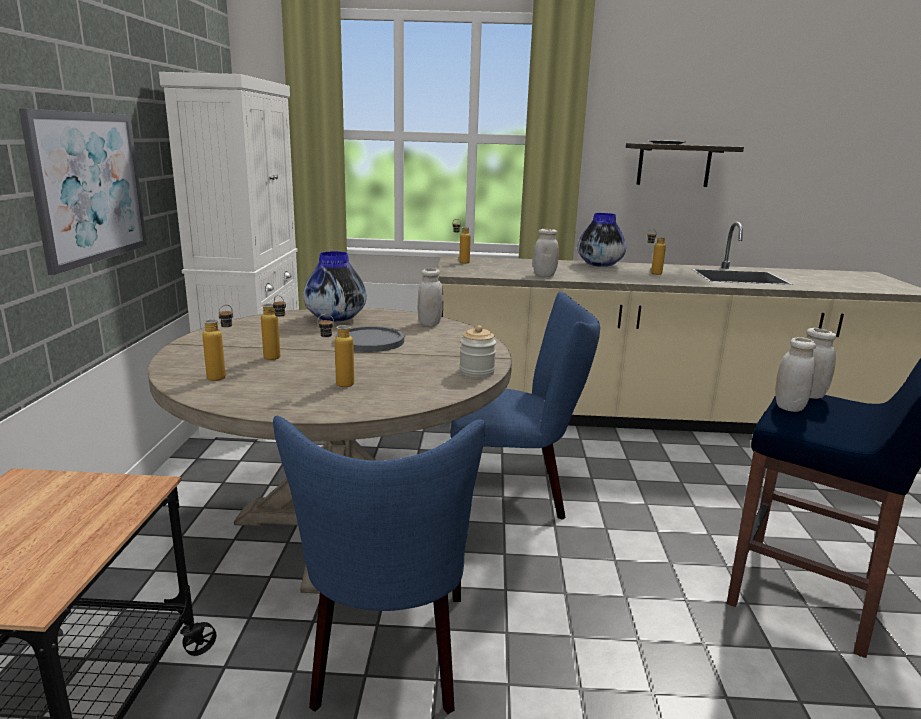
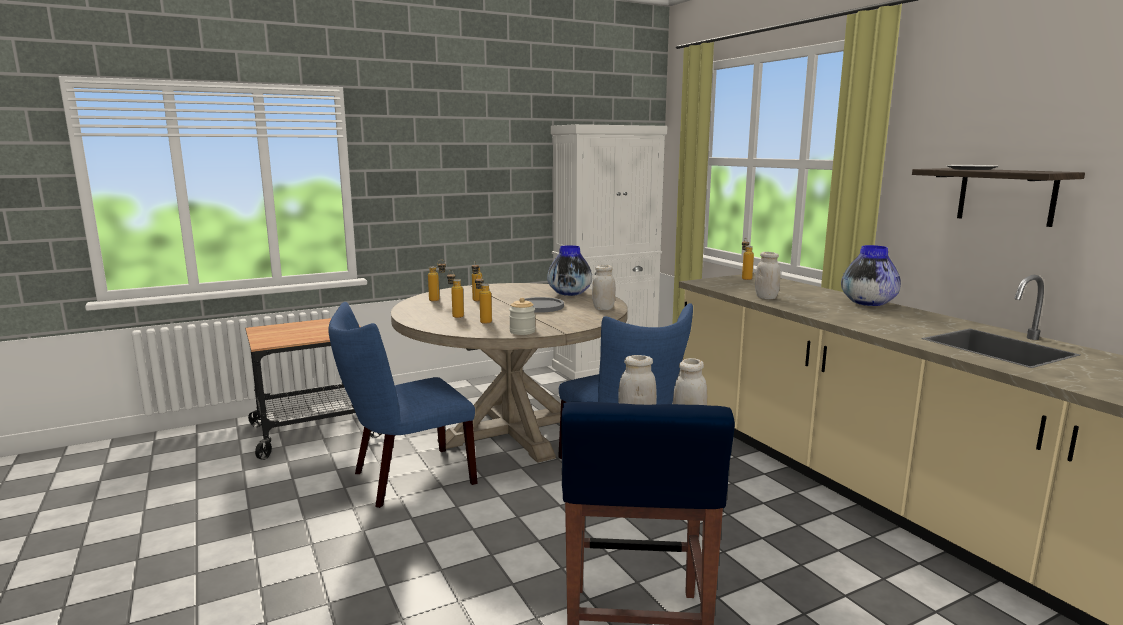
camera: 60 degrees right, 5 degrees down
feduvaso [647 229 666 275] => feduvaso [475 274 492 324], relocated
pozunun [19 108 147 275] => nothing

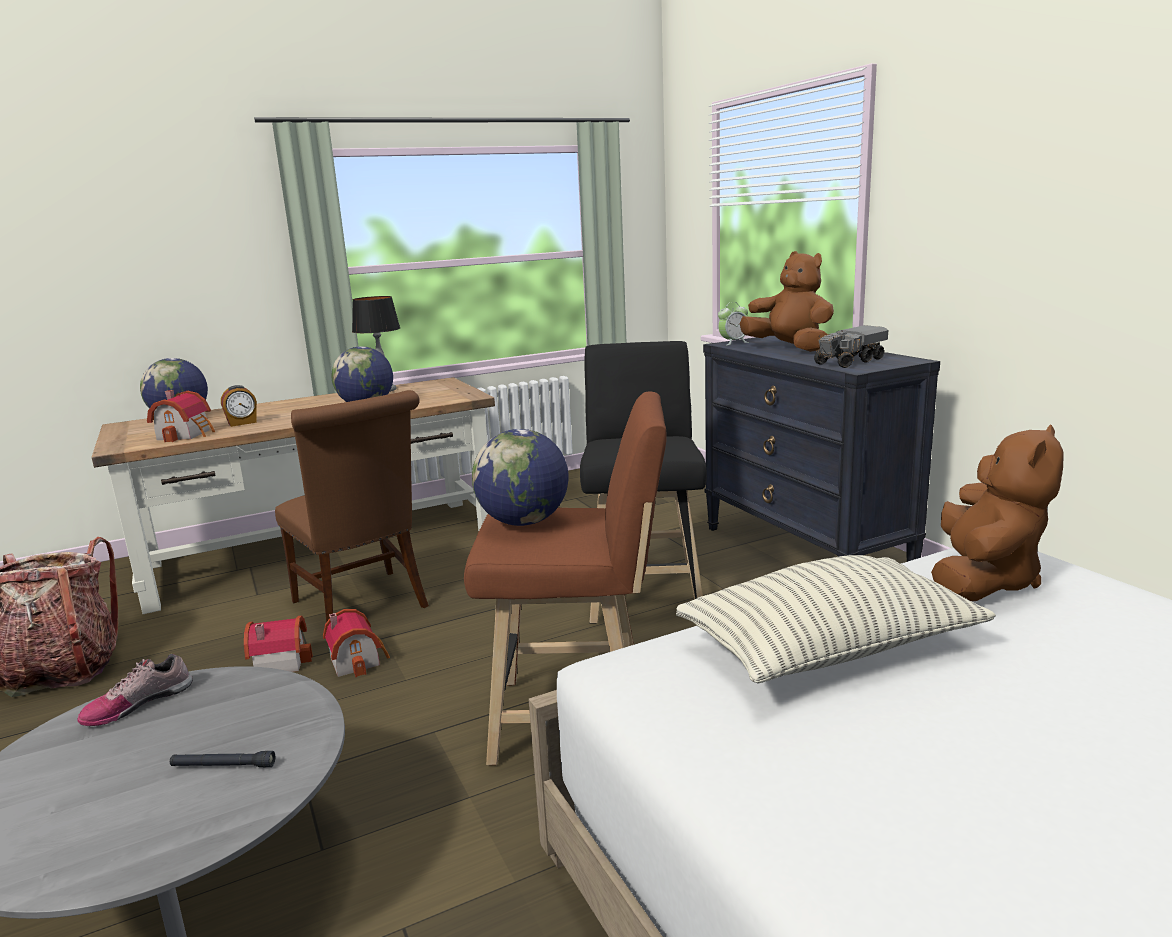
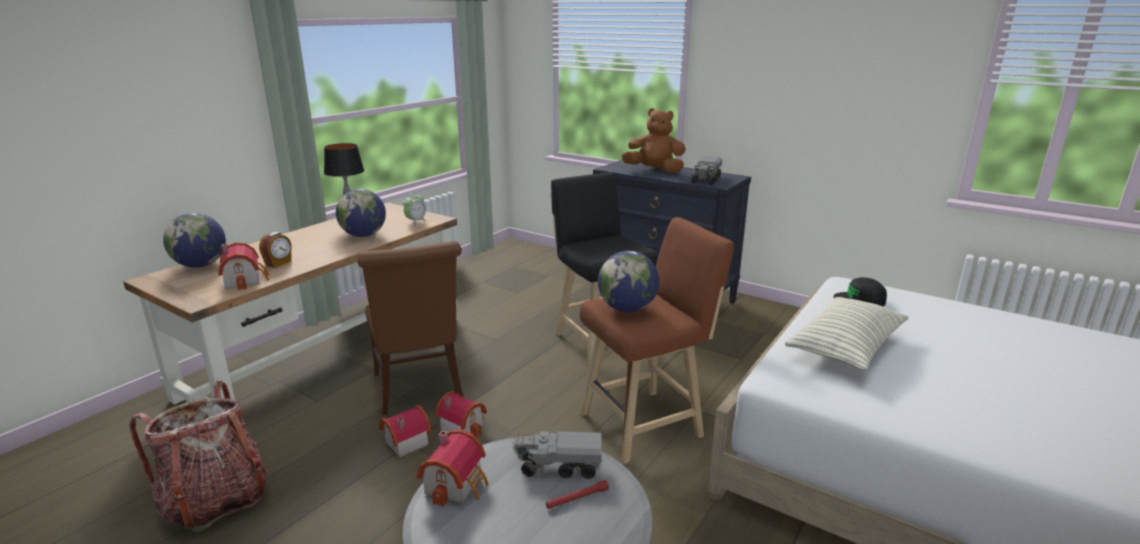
camera: 30 degrees left, 5 degrees up
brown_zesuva [275 390 429 622] => brown_zesuva [357 241 464 415], 45 degrees clockwise
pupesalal [718 302 749 345] => pupesalal [403 193 427 225], relocated
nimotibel [78 654 193 726] => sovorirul [416 430 489 507]
nothing => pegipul [512 431 602 479]
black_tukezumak [170 751 275 767] => red_tukezumak [546 480 609 509]
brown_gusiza [931 424 1064 601] => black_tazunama [834 277 887 306]

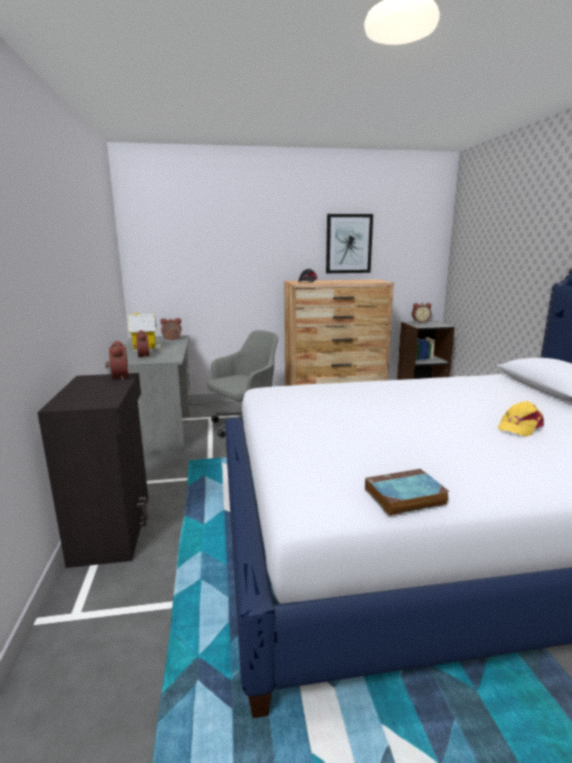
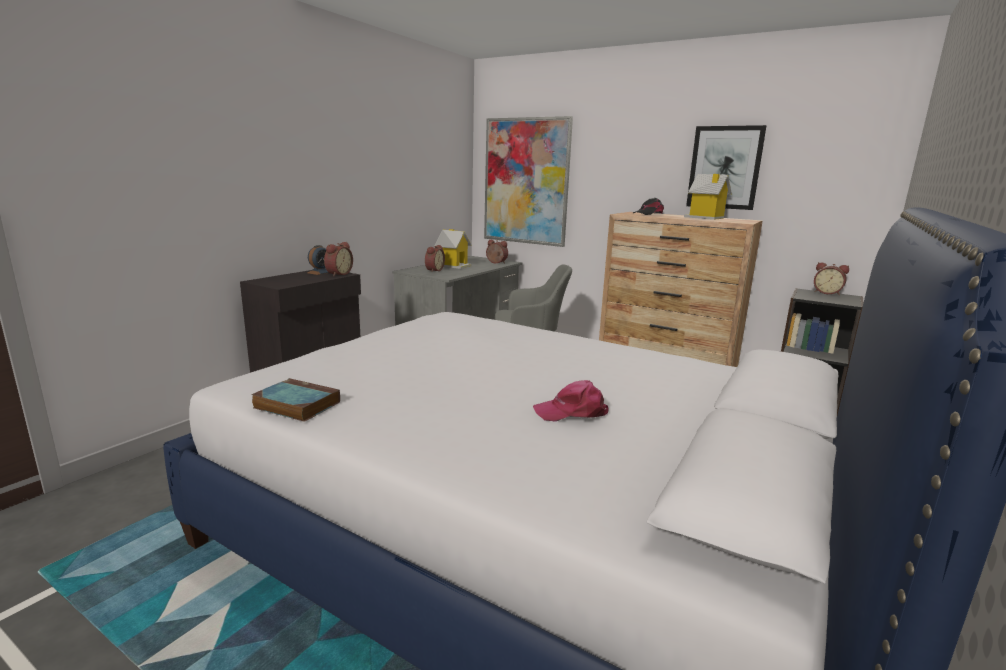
camera: 40 degrees right, 0 degrees up
nothing => pupesalal [308 245 329 275]
nothing => pozunun [484 116 573 247]
yellow_tazunama [498 401 544 437] => pink_tazunama [533 380 609 422]
nothing => sovorirul [684 174 732 220]

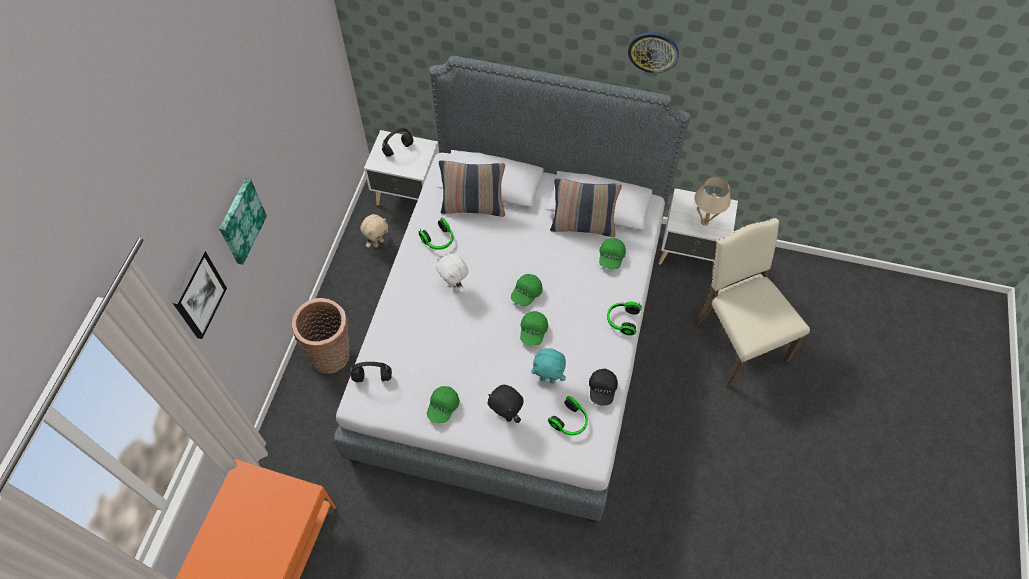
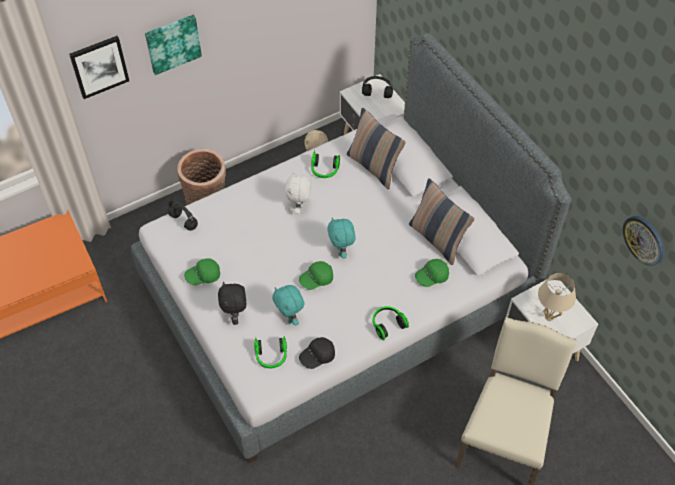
camera: 45 degrees right, 5 degrees down
green_tazunama [511 274 543 306] => turquoise_gusiza [327 217 356 259]
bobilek [628 32 679 73] => bobilek [623 216 664 266], relocated

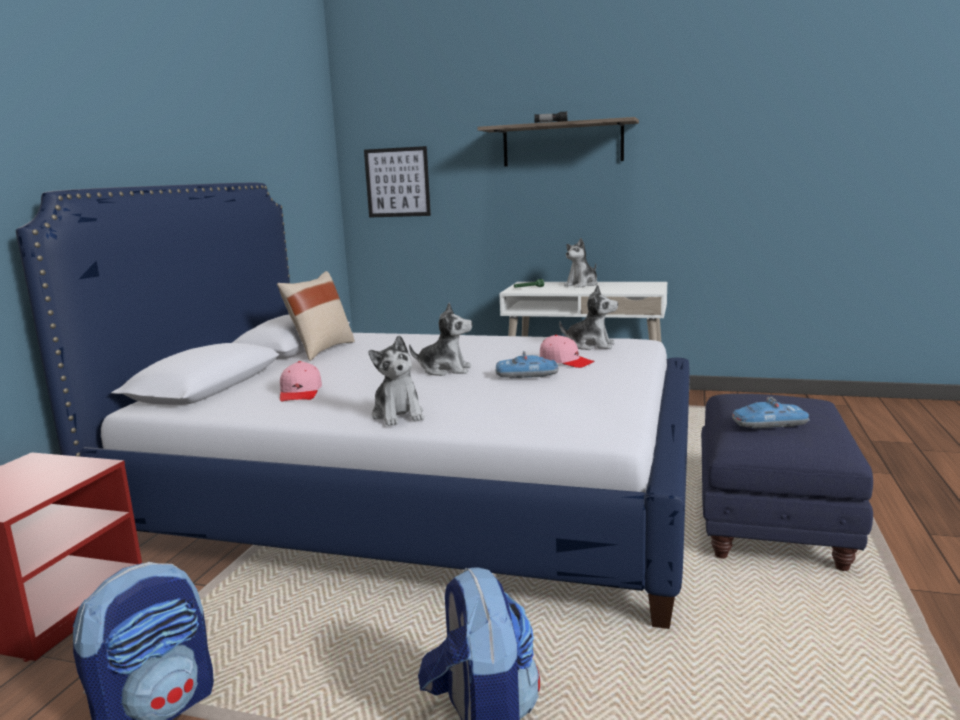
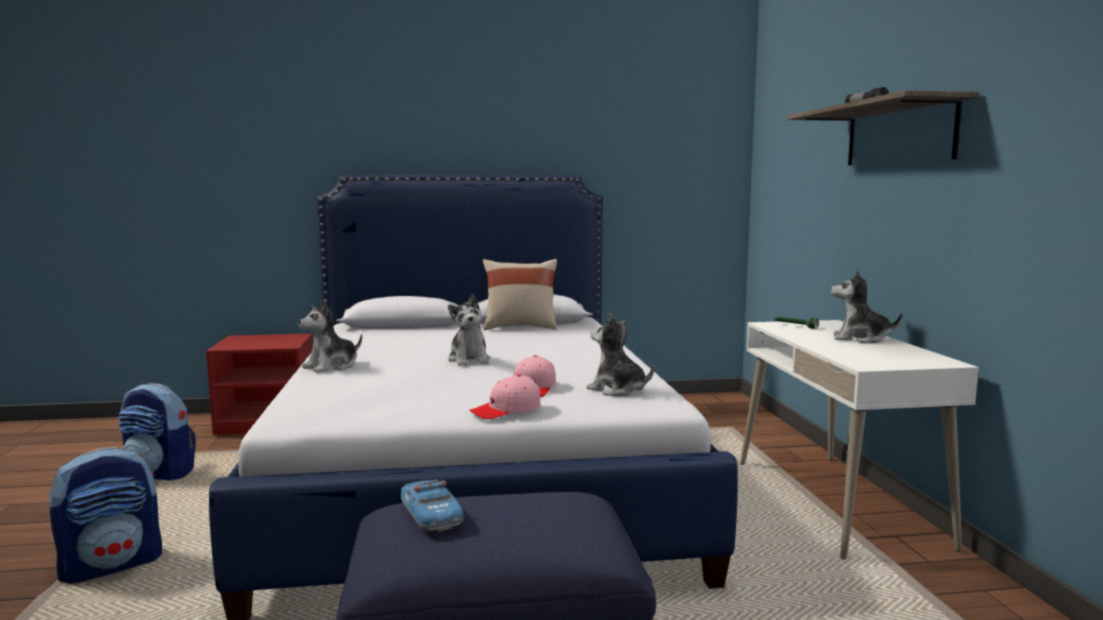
camera: 65 degrees right, 5 degrees down
pink_tazunama [280 361 322 402] => pink_tazunama [470 375 541 419], relocated
gusiza [559 285 618 350] => gusiza [586 313 654 396], 135 degrees clockwise
pozunun [364 146 431 218] => nothing
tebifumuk [495 351 559 378] => nothing

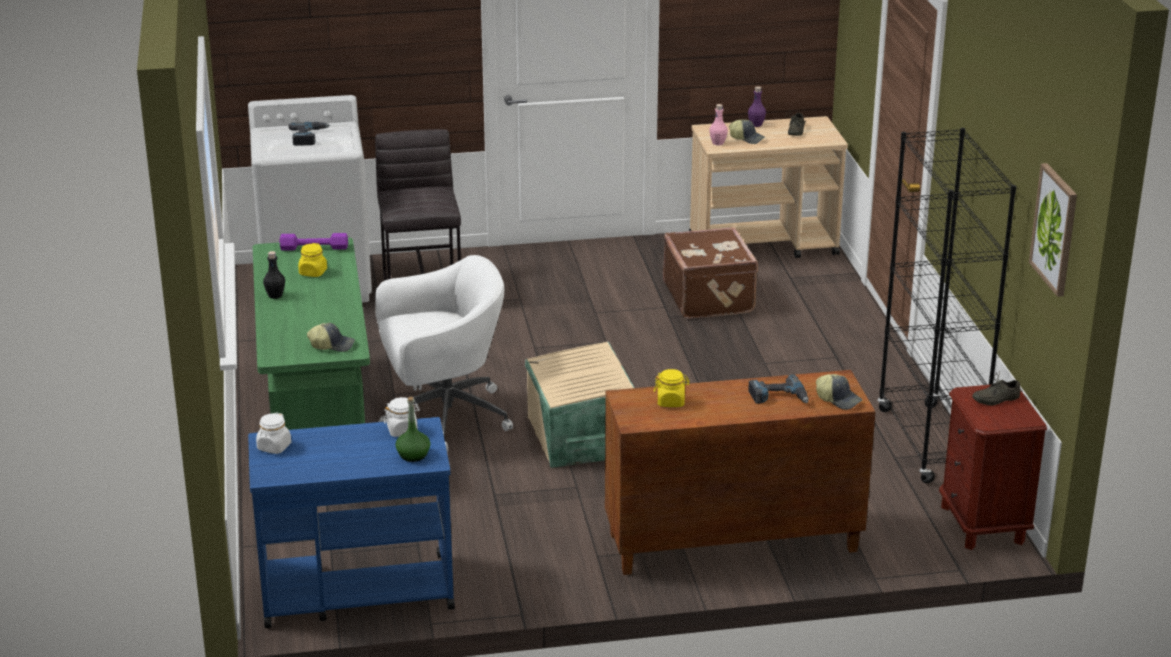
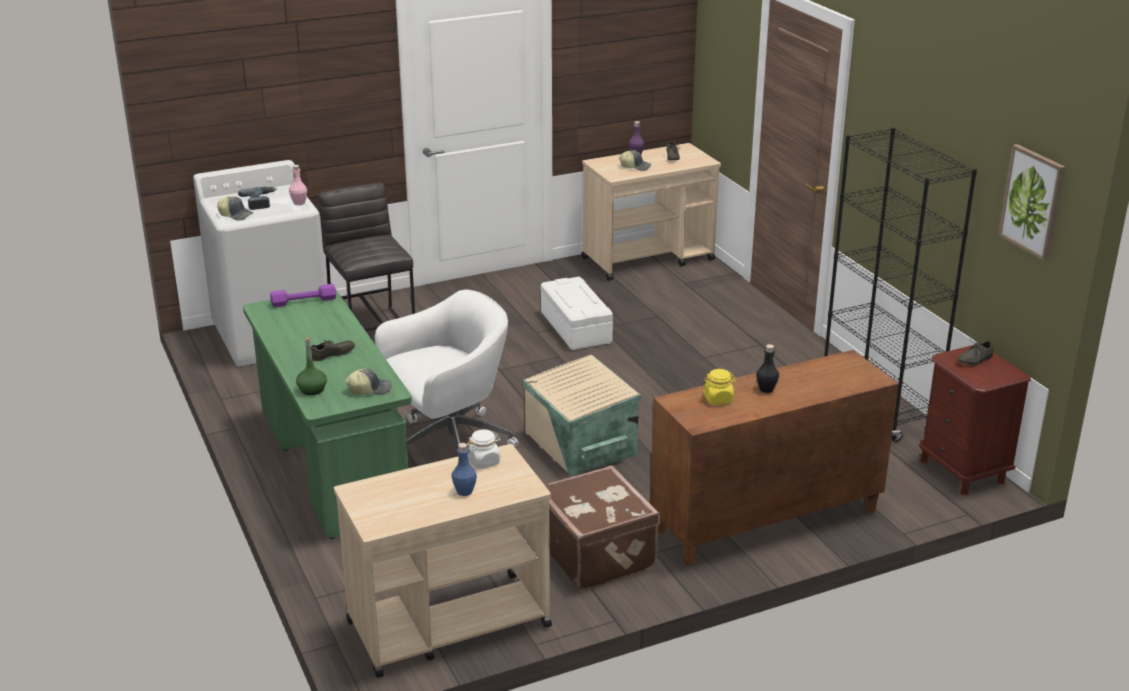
camera: 15 degrees left, 0 degrees up
tazunama [816 374 862 410] => tazunama [217 196 254 221], relocated
pink_feduvaso [709 104 728 145] => pink_feduvaso [289 165 307 205], relocated
green_feduvaso [395 397 430 462] => green_feduvaso [296 337 327 395], relocated
nothing => grey_nimotibel [311 340 355 361]
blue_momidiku [248 417 455 628] => beige_momidiku [334 444 552 678]
nothing => blue_feduvaso [451 443 477 496]
nothing => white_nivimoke [541 277 613 350]
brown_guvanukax [663 227 758 319] => brown_guvanukax [544 466 660 591], relocated
black_feduvaso [263 251 285 299] => black_feduvaso [756 344 779 393], relocated
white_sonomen [256 412 291 454] => nothing
yellow_sonomen [298 243 327 277] => nothing
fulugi [748 374 809 404] => nothing

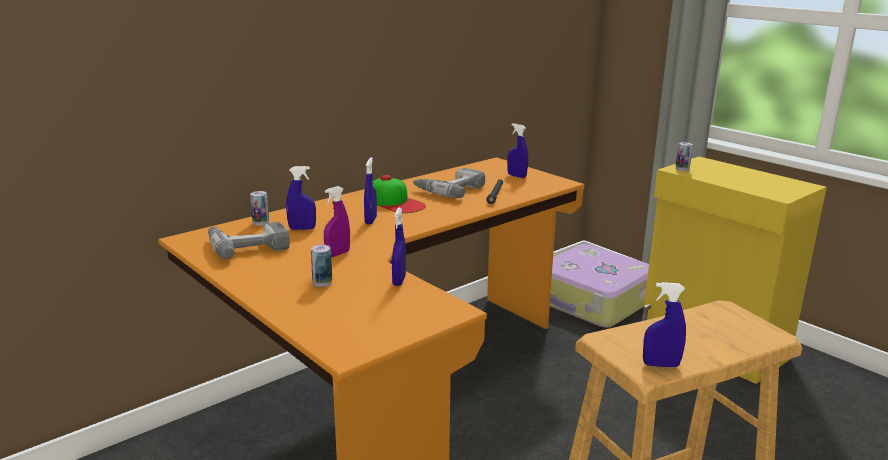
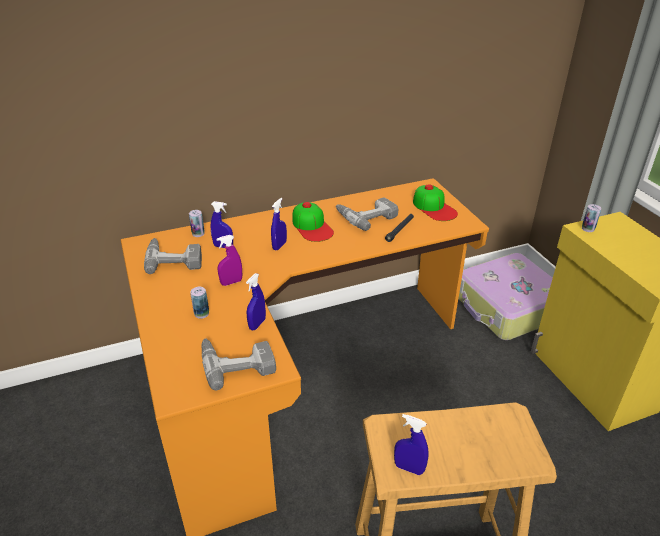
camera: 20 degrees right, 15 degrees up
nothing => fulugi [201 338 276 390]
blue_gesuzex [507 123 528 178] => tazunama [413 184 458 221]

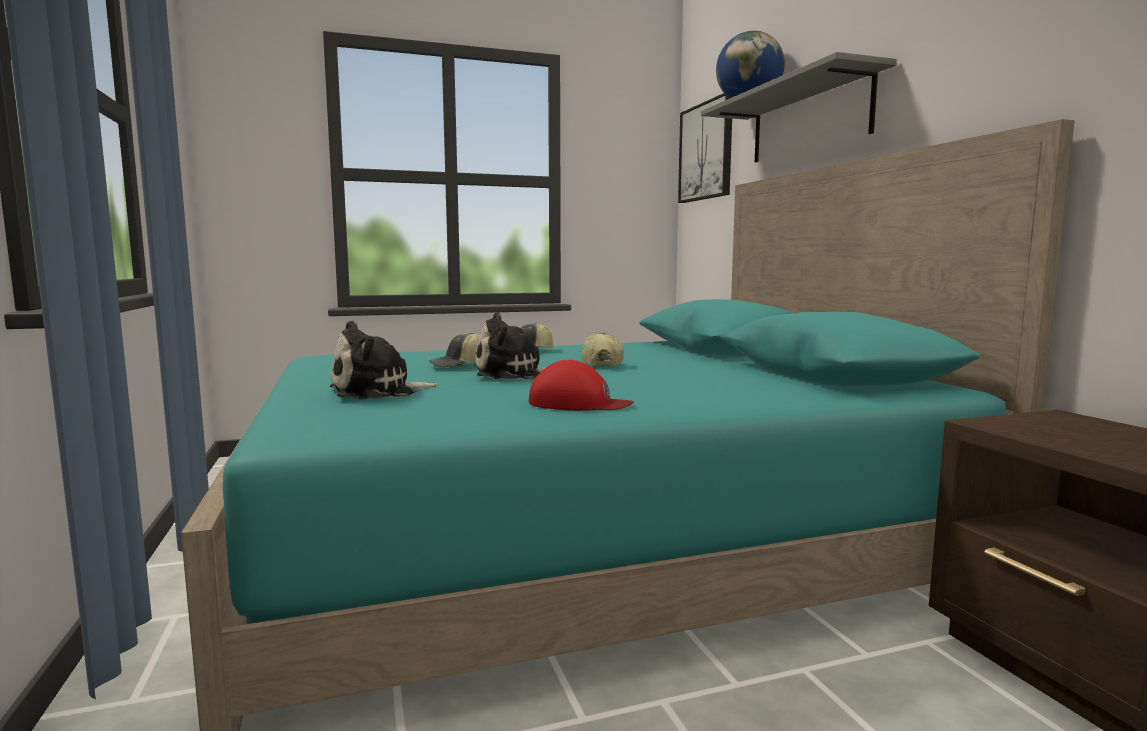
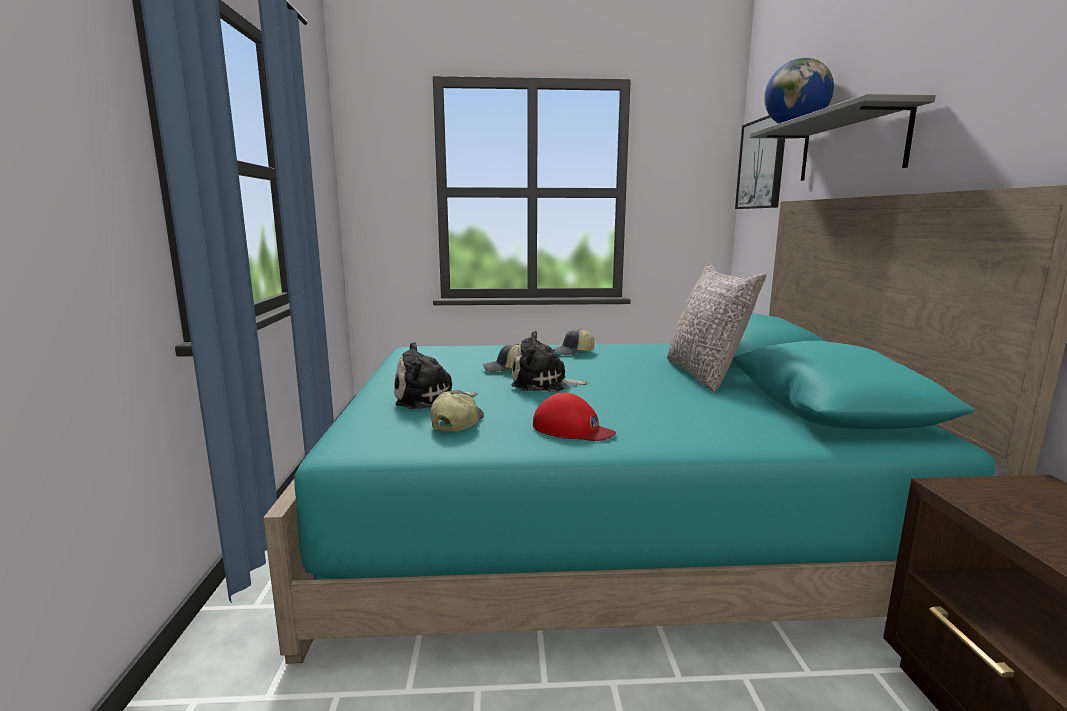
camera: 15 degrees right, 5 degrees up
tazunama [581 333 624 366] => tazunama [431 390 484 432], relocated
nothing => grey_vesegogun [667 263 767 392]

